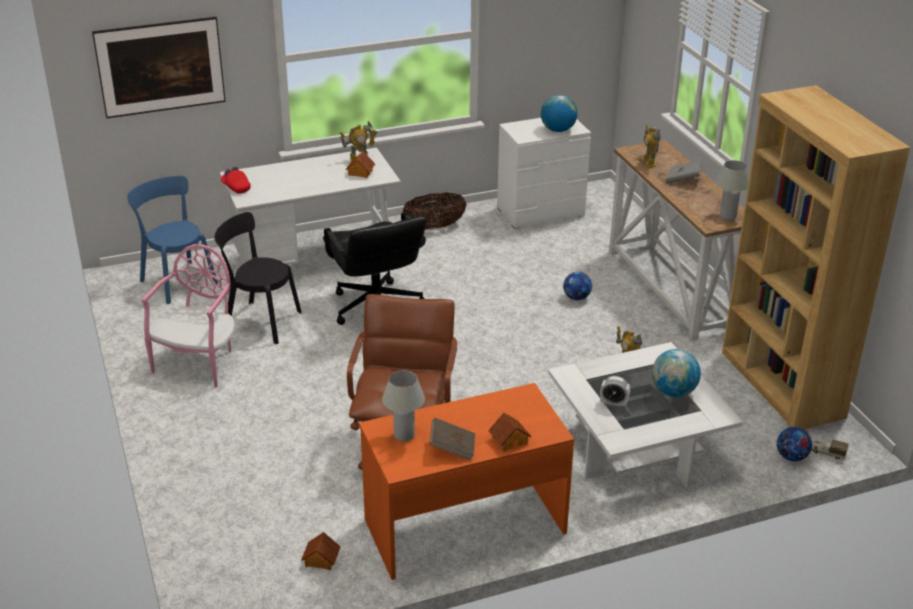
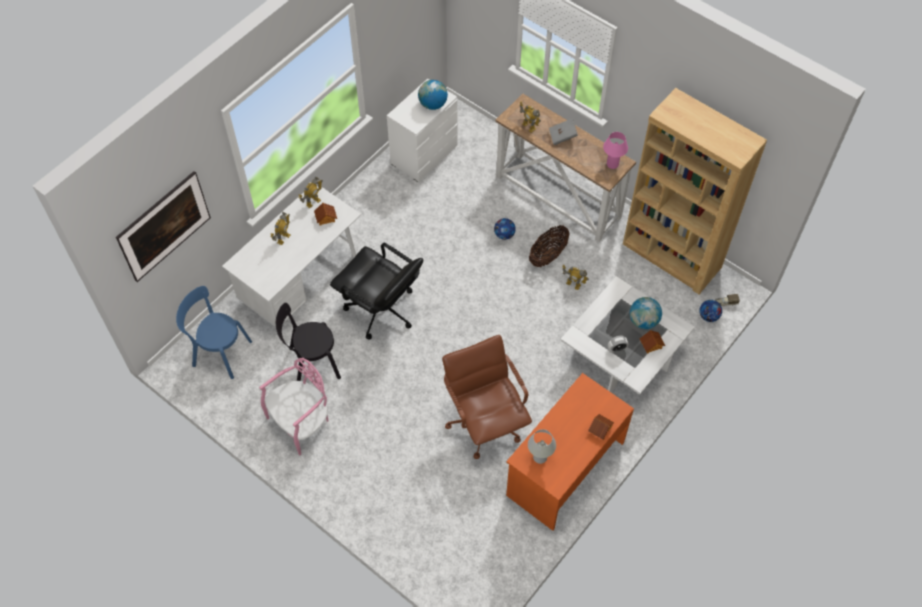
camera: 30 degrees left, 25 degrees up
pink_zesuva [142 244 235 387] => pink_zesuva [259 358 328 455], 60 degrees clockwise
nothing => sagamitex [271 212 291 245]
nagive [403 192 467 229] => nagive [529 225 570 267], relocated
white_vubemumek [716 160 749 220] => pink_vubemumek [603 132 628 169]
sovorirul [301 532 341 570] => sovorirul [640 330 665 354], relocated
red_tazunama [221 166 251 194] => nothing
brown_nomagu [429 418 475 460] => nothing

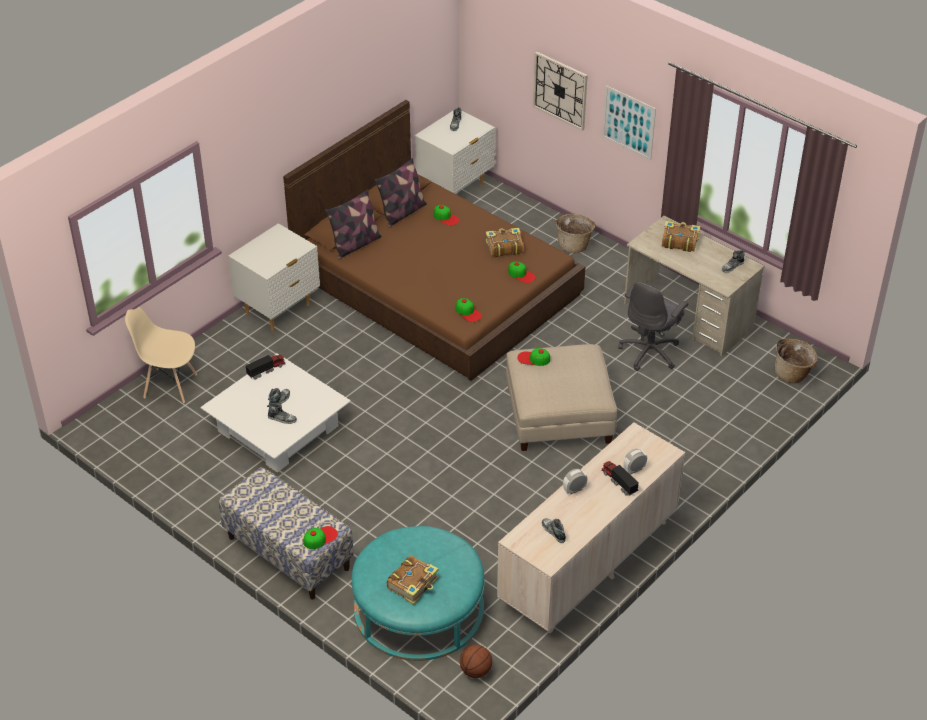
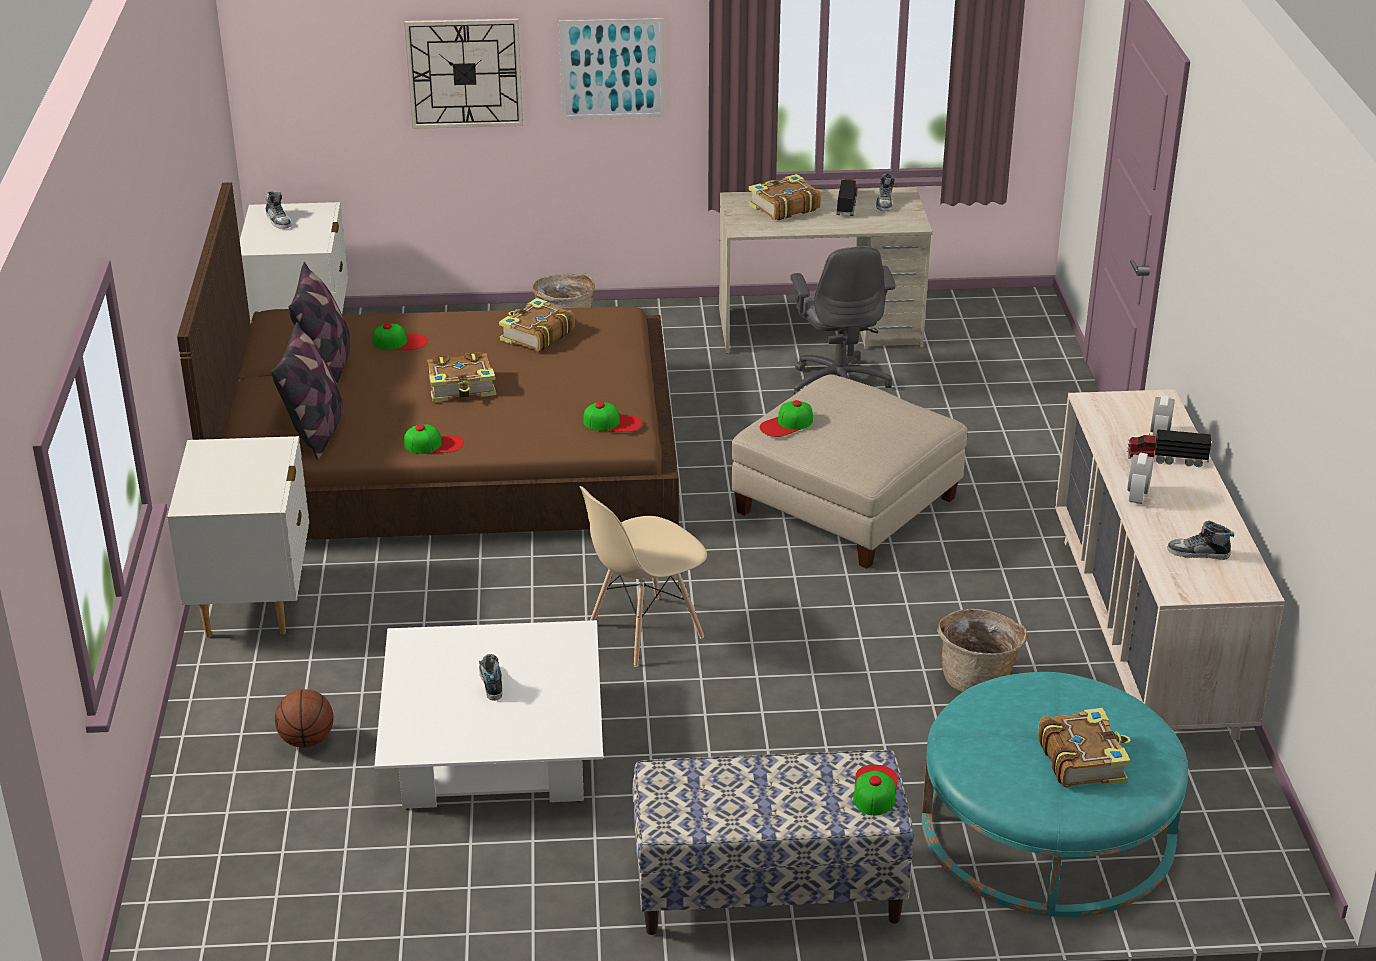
camera: 45 degrees left, 10 degrees down
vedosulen [460 645 492 678] => vedosulen [275 689 334 748], relocated
tazunama [508 261 536 283] => tazunama [404 424 464 454], relocated
nothing => nomagu [427 352 496 402]
beige_zesuva [125 307 197 403] => beige_zesuva [580 486 707 667], relocated
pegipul [246 354 286 380] => pegipul [836 179 858 216], relocated
nagive [775 339 818 383] => nagive [937 608 1027 693], relocated
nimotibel [267 402 297 424] => nothing

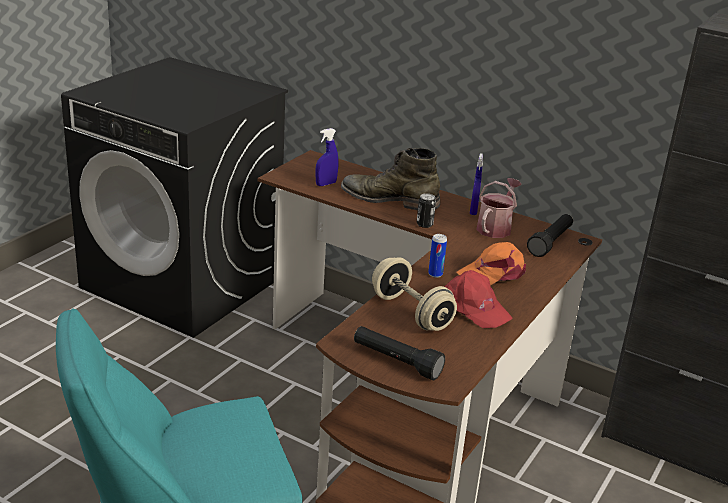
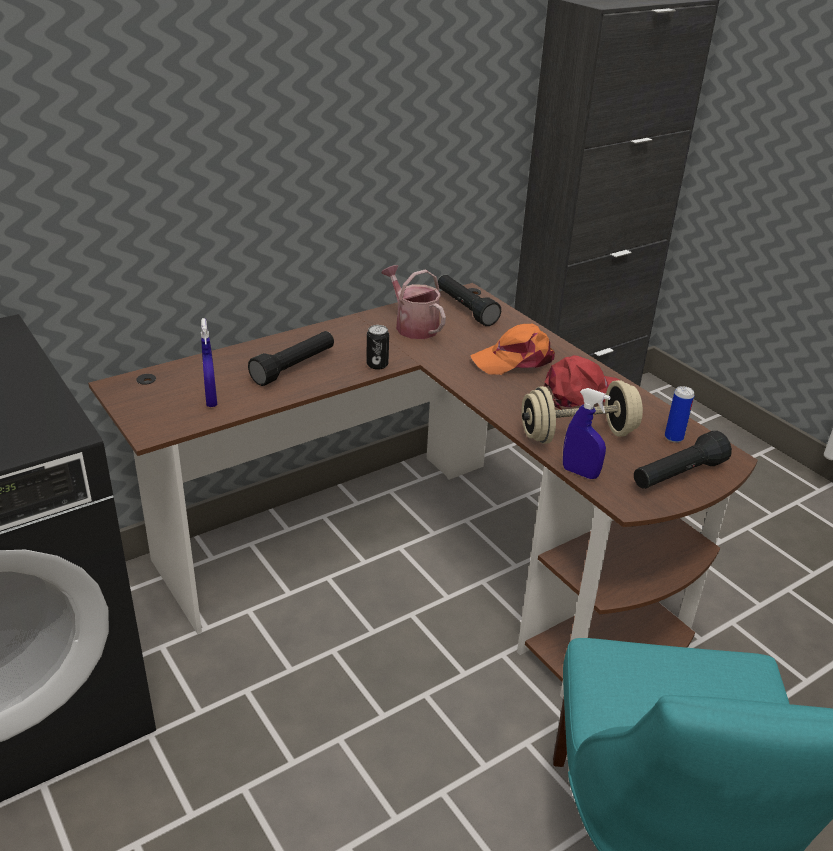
camera: 65 degrees left, 5 degrees up
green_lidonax [341 148 440 211] => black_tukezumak [248 331 334 386]
orange_tazunama [457 242 526 286] => orange_tazunama [470 324 555 375], 75 degrees clockwise
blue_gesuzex [470 153 483 215] => blue_gesuzex [563 388 610 479], relocated
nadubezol [428 234 447 278] => nadubezol [665 386 694 443], relocated

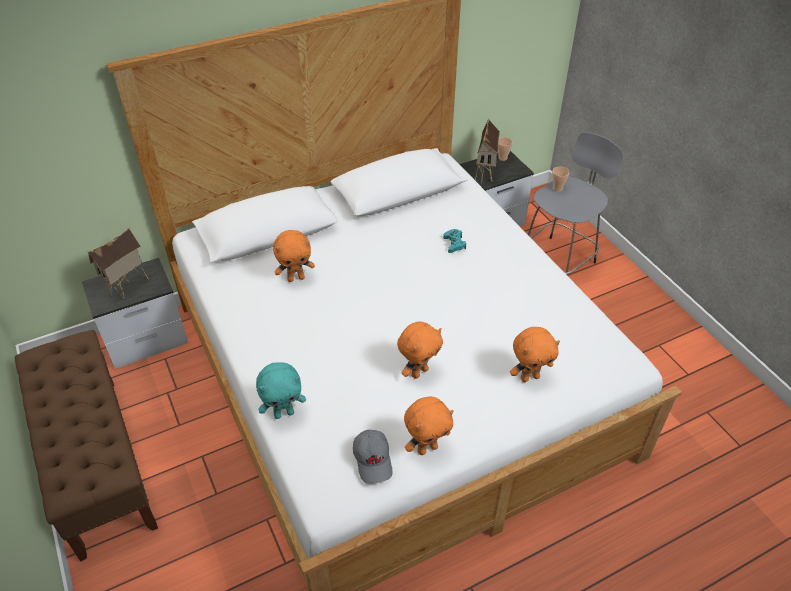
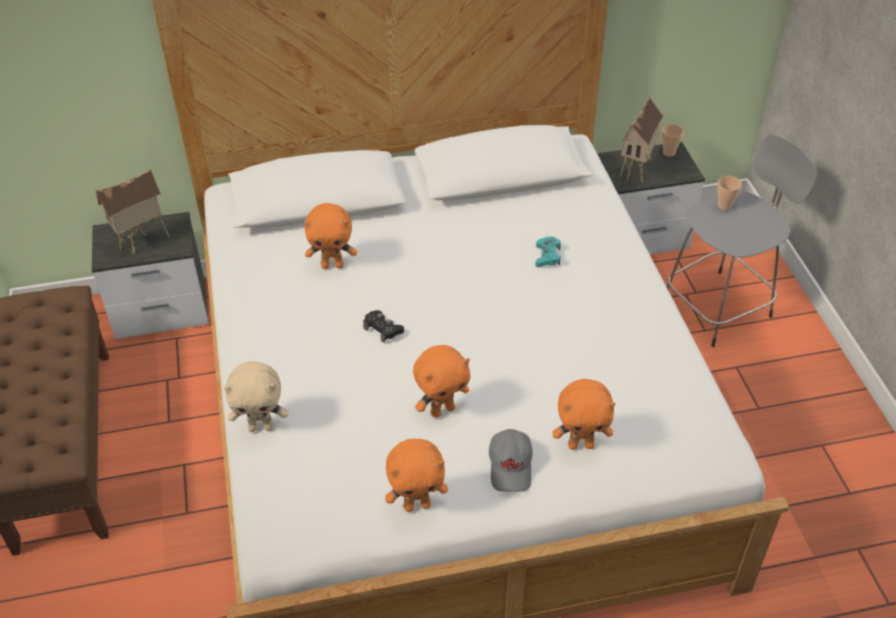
camera: 15 degrees right, 0 degrees up
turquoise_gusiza [256 362 306 419] => beige_gusiza [224 361 288 432]
nothing => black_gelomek [363 310 404 343]
grey_tazunama [353 430 393 484] => grey_tazunama [489 429 533 492], relocated

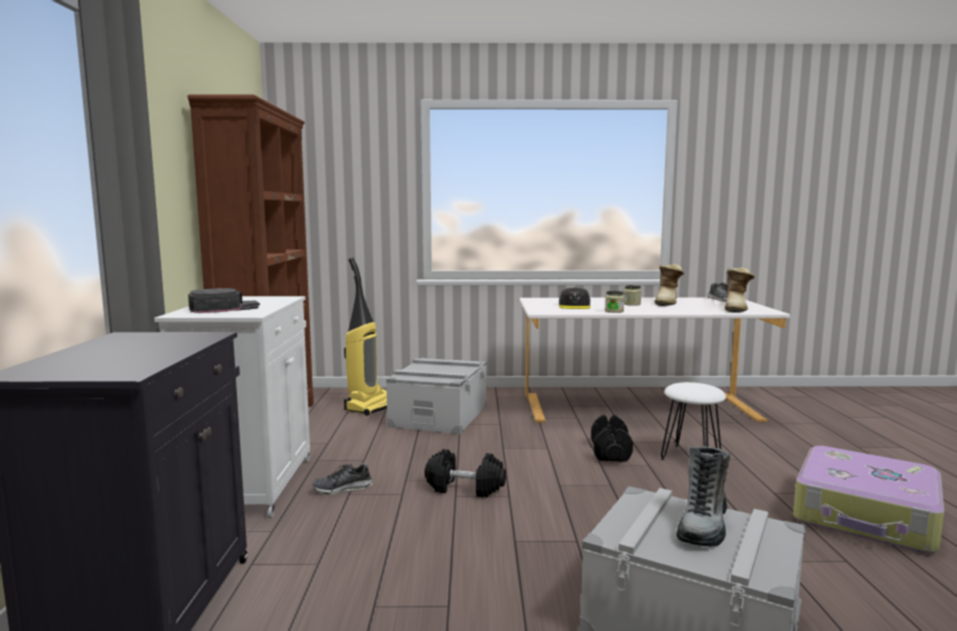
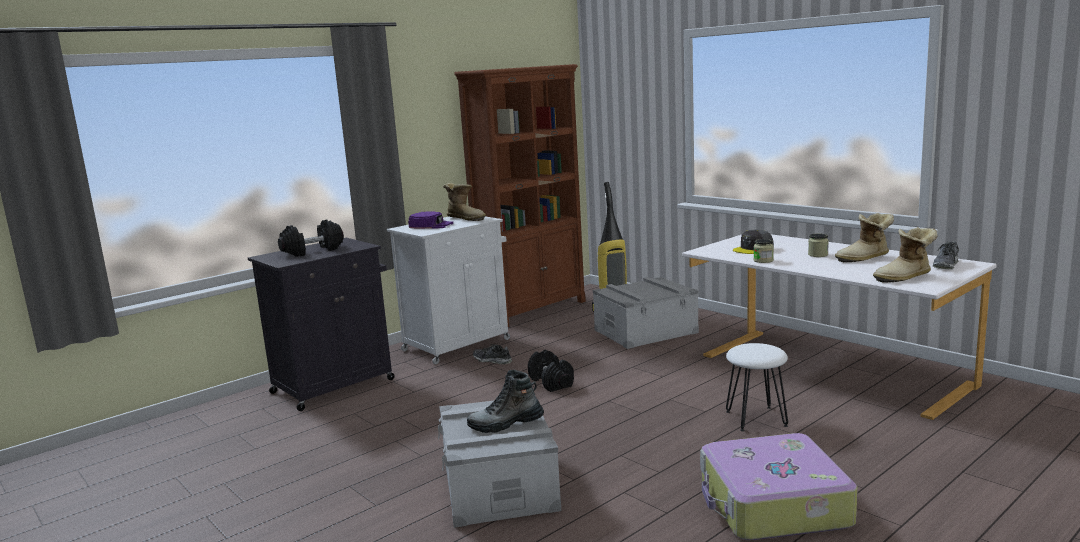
camera: 50 degrees right, 5 degrees up
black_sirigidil [591 415 633 462] => black_sirigidil [278 219 344 257], relocated
black_tazunama [188 288 260 313] => purple_tazunama [408 212 453 229]
nothing => lidonax [443 183 486 221]

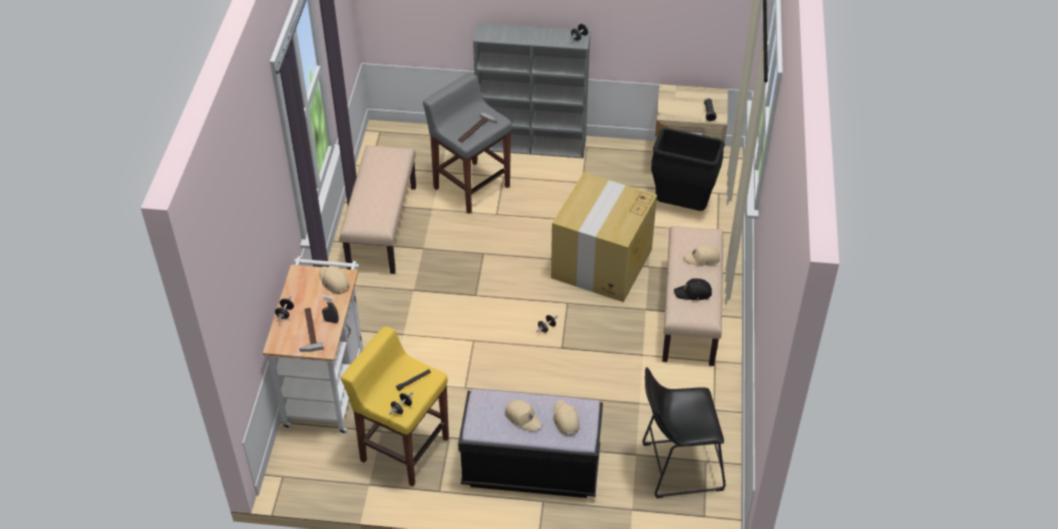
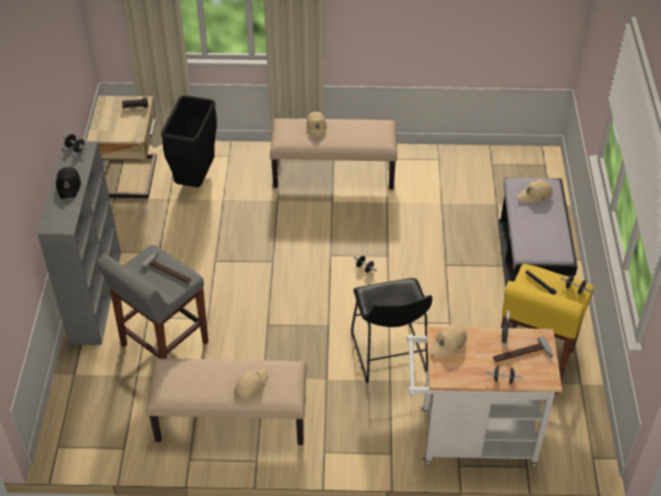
camera: 95 degrees left, 0 degrees up
black_tazunama [674 279 712 300] => black_tazunama [56 167 81 199], relocated
beige_tazunama [505 400 542 432] => beige_tazunama [234 368 268 401], relocated
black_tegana [642 367 726 498] => black_tegana [351 278 432 383], relocated
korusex [551 172 657 302] => nothing

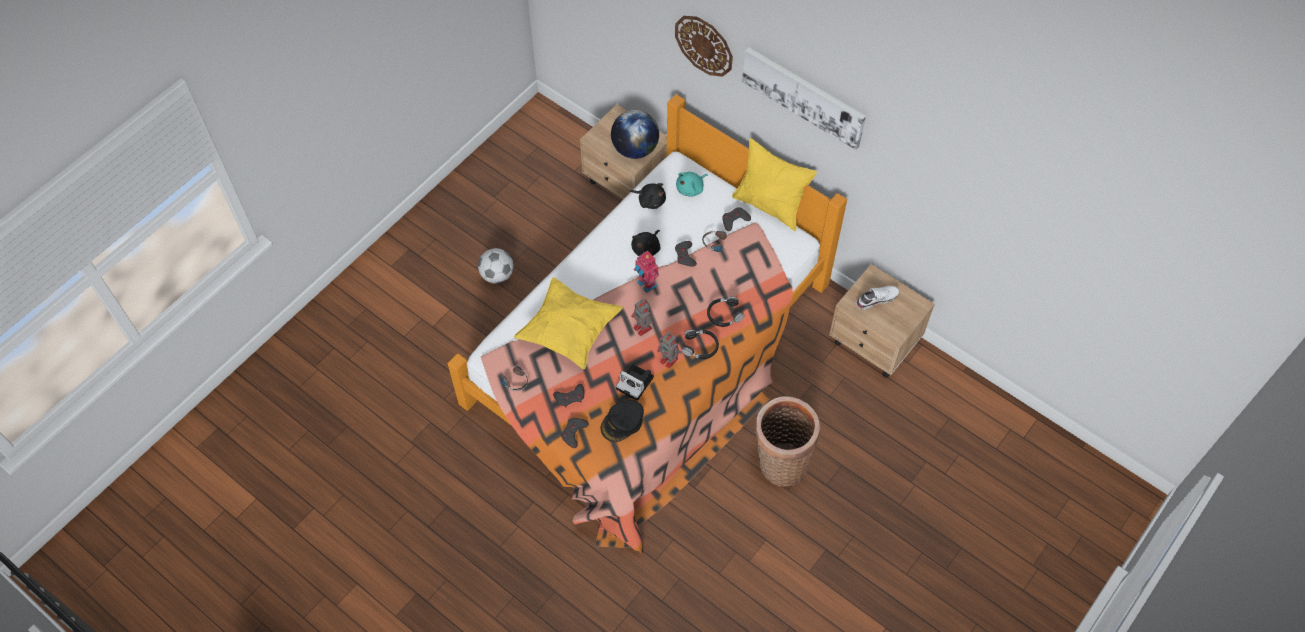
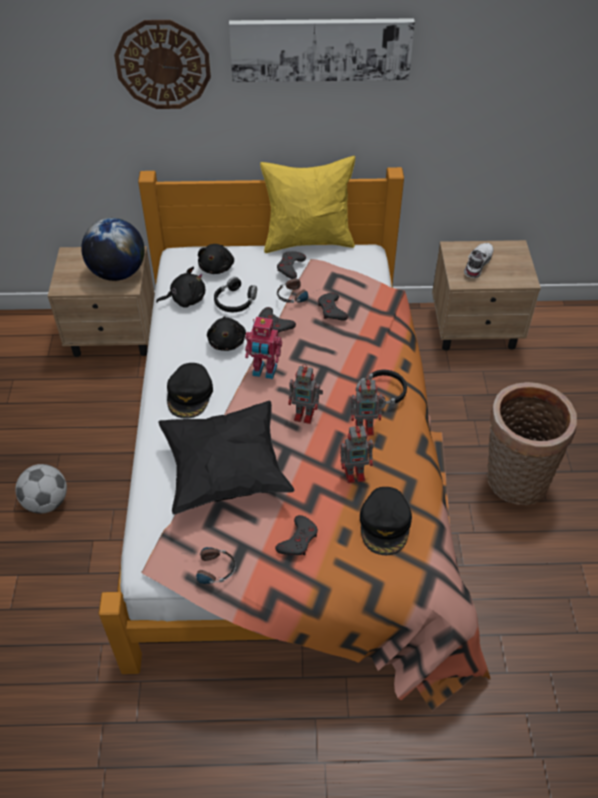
camera: 40 degrees left, 10 degrees down
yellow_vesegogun [514 277 623 369] => black_vesegogun [159 401 295 514]
nothing => black_tazunama [167 363 213 419]
turquoise_gusiza [676 172 708 197] => black_gusiza [198 244 234 274]
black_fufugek [707 296 744 327] => black_fufugek [214 277 257 312], relocated
grey_gelomek [561 418 589 448] => grey_gelomek [318 292 348 321], relocated
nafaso [616 364 654 401] => sagamitex [341 425 374 483]

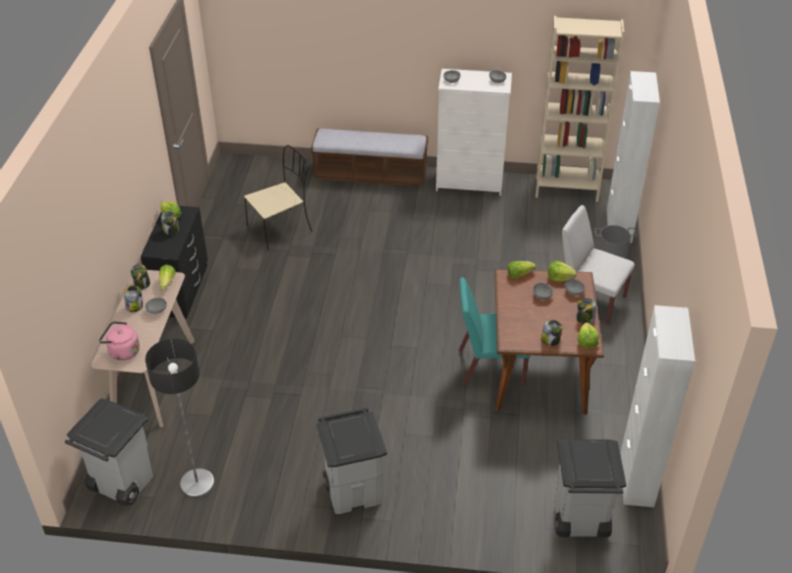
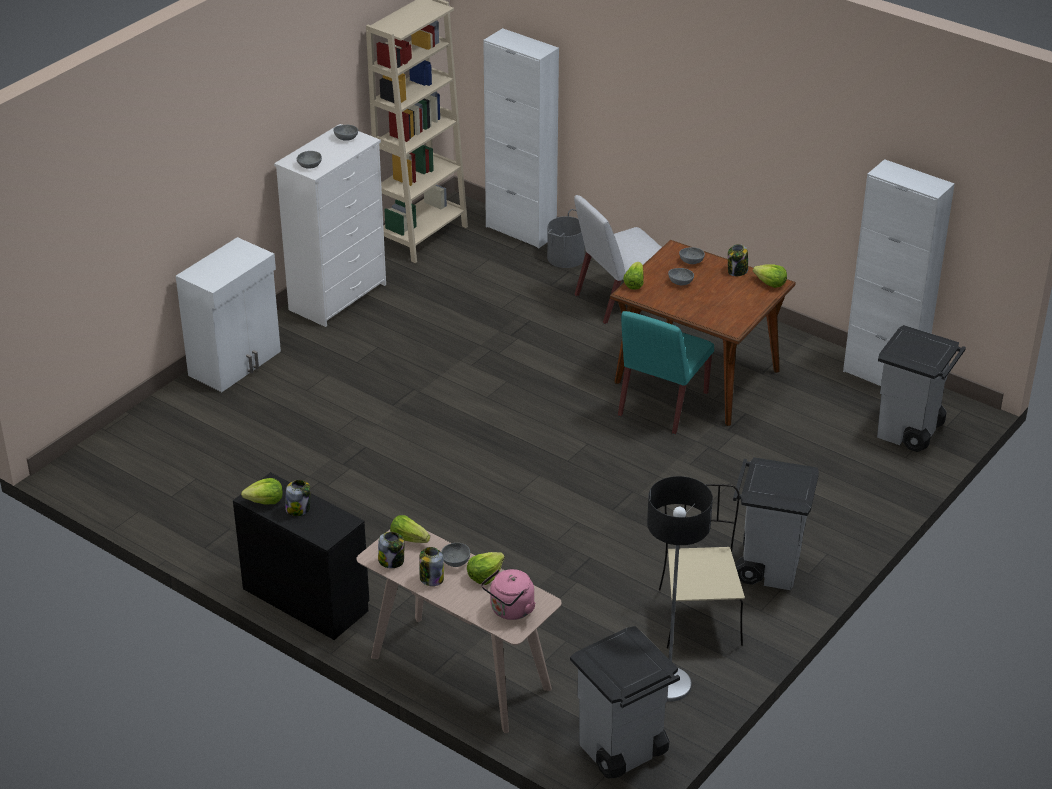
camera: 60 degrees left, 5 degrees down
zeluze [311 129 428 186] => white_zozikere [176 237 281 392]
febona [548 261 577 282] => febona [467 552 505 585], relocated
beige_zesuva [244 145 312 250] => beige_zesuva [659 484 745 649], relocated
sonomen [541 320 563 346] => nothing

